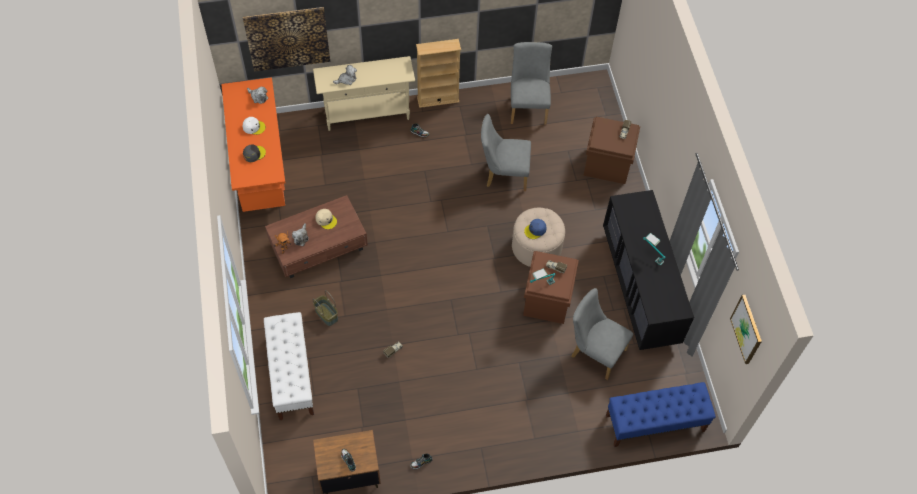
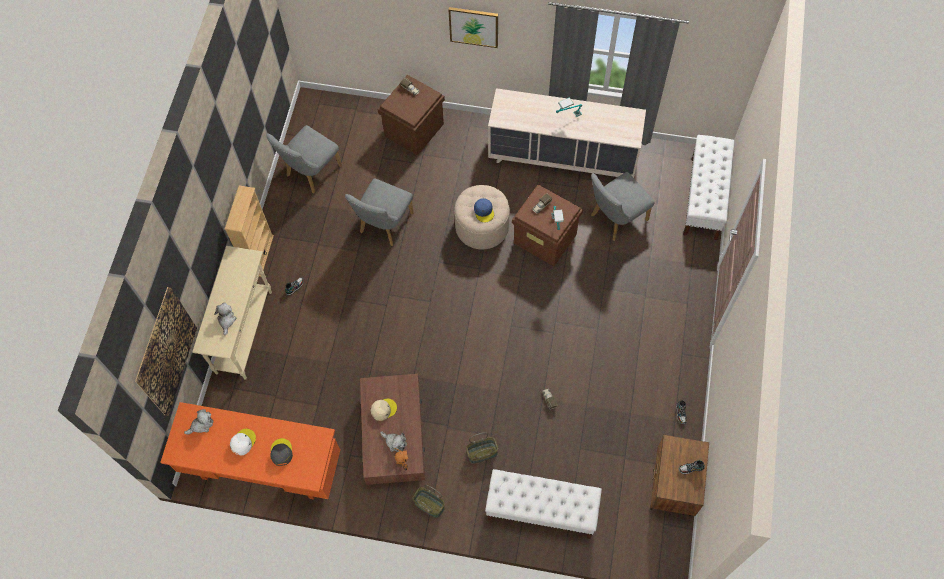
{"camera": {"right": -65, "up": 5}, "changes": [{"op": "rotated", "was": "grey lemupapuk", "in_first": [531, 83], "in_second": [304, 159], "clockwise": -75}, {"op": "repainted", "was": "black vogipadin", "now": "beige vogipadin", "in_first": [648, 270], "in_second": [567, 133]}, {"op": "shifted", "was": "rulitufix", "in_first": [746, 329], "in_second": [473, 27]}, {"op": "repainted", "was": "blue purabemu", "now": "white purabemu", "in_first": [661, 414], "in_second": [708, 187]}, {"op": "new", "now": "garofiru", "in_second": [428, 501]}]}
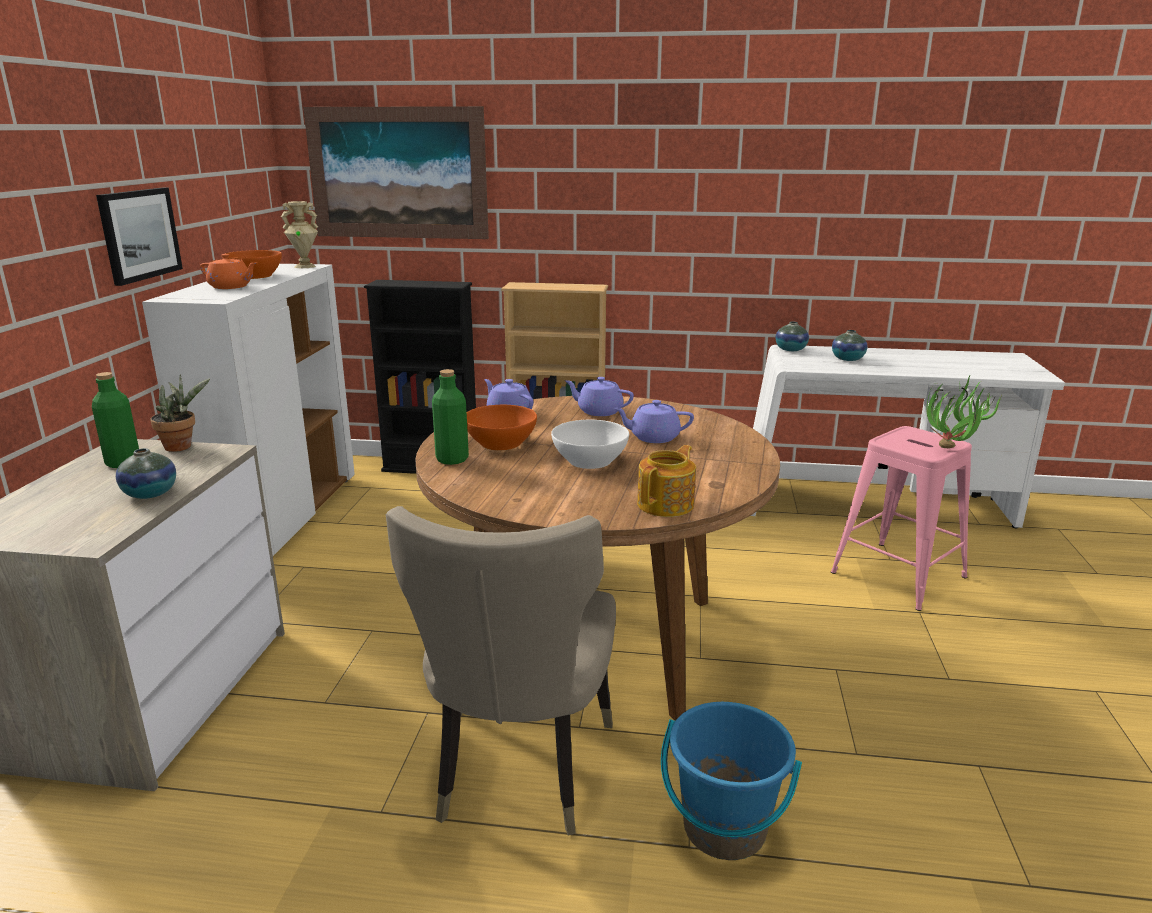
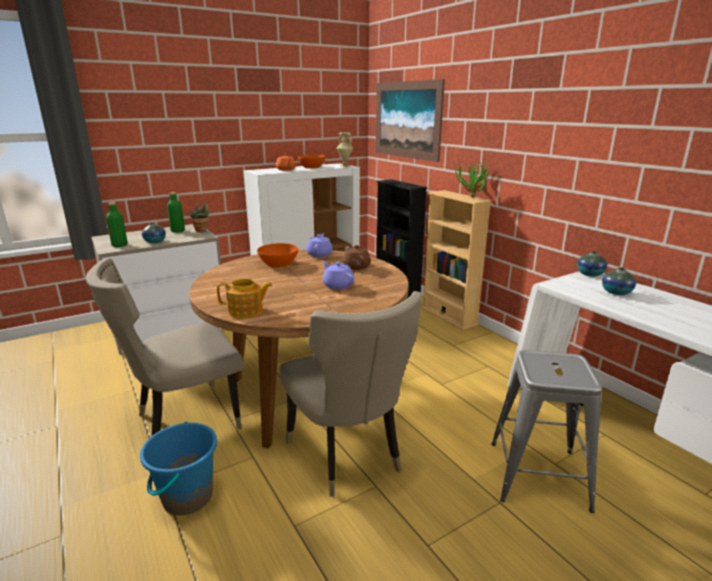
{"camera": {"right": 50, "up": 0}, "changes": [{"op": "gone", "was": "rulitufix", "in_first": [139, 237]}, {"op": "shifted", "was": "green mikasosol", "in_first": [450, 417], "in_second": [117, 225]}, {"op": "shifted", "was": "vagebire", "in_first": [964, 411], "in_second": [472, 179]}, {"op": "repainted", "was": "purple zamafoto", "now": "brown zamafoto", "in_first": [599, 396], "in_second": [356, 257]}, {"op": "gone", "was": "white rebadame", "in_first": [590, 444]}, {"op": "repainted", "was": "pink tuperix", "now": "grey tuperix", "in_first": [901, 518], "in_second": [546, 431]}, {"op": "new", "now": "beige lemupapuk", "in_second": [350, 394]}]}
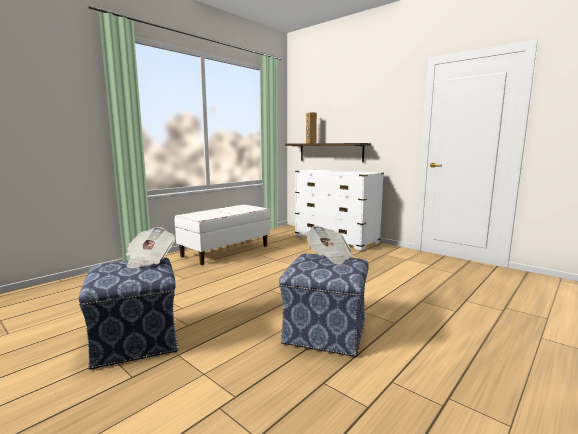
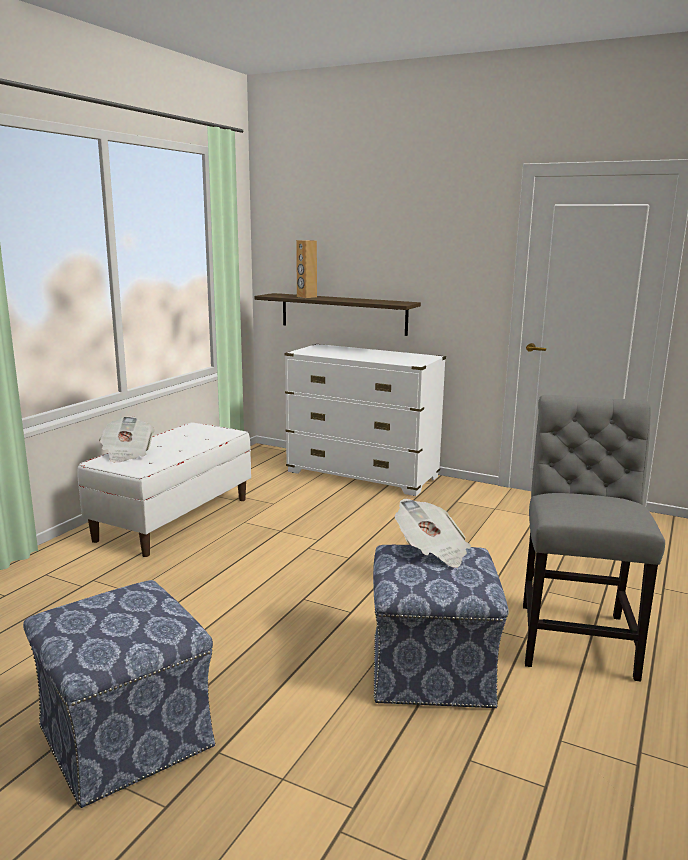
{"camera": {"right": -15, "up": 5}, "changes": [{"op": "shifted", "was": "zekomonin", "in_first": [150, 247], "in_second": [126, 439]}, {"op": "new", "now": "grey lemupapuk", "in_second": [594, 538]}]}
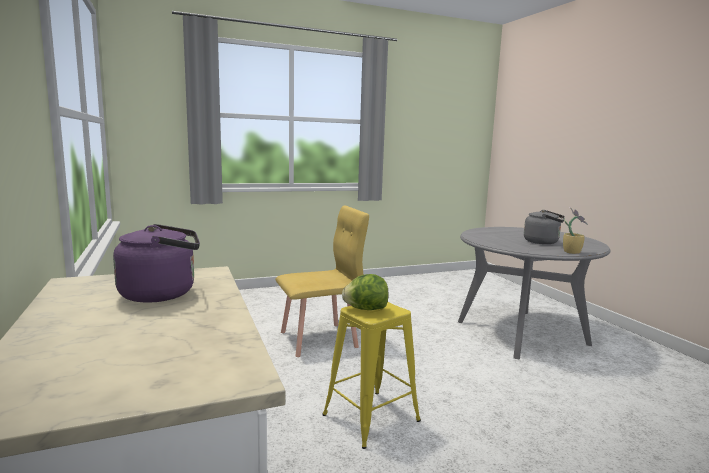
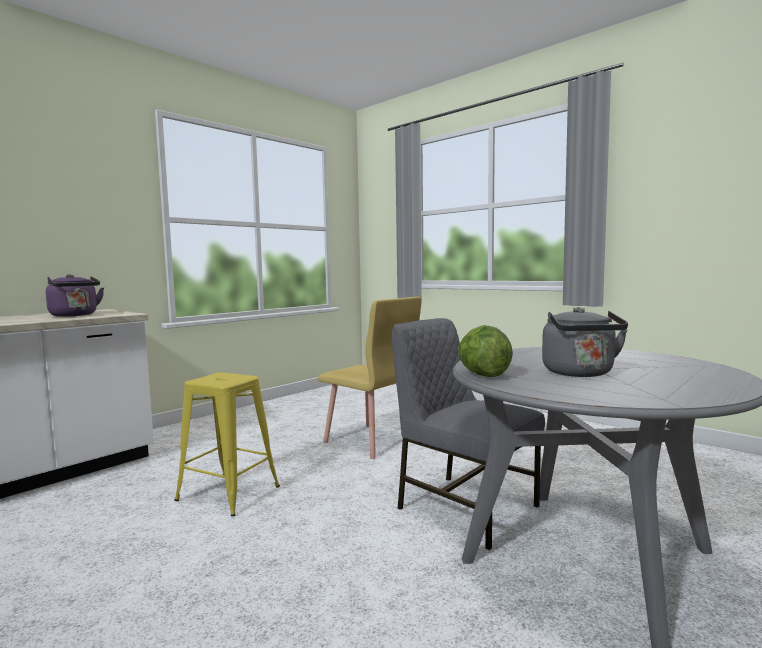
{"camera": {"right": 65, "up": -5}, "changes": [{"op": "gone", "was": "vagebire", "in_first": [575, 230]}, {"op": "shifted", "was": "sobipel", "in_first": [365, 292], "in_second": [485, 351]}, {"op": "new", "now": "grey lemupapuk", "in_second": [468, 434]}]}
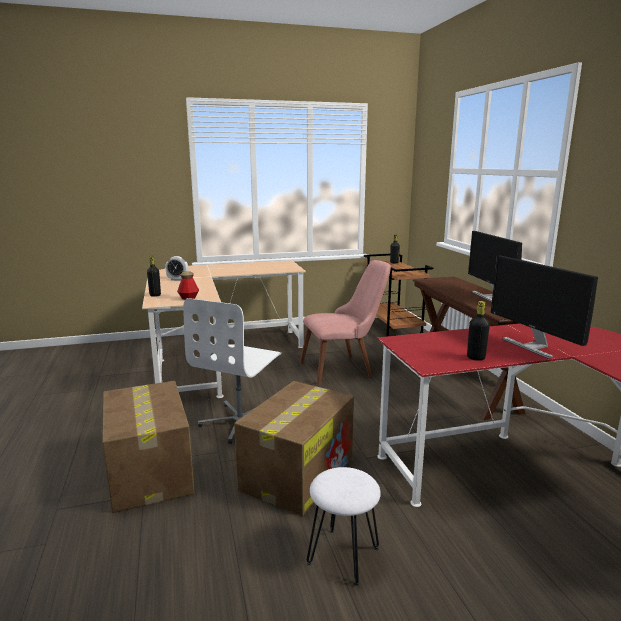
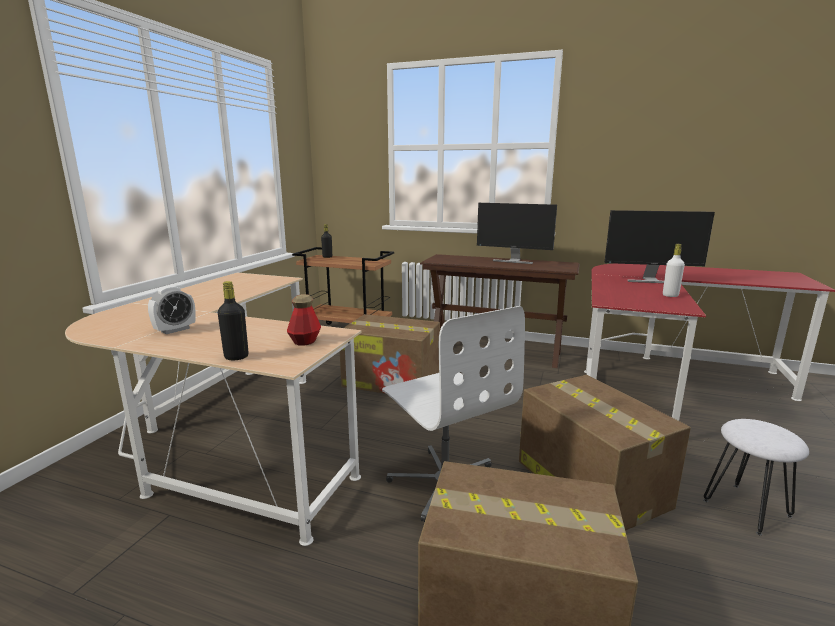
{"camera": {"right": -55, "up": 0}, "changes": [{"op": "swapped", "was": "pink lemupapuk", "now": "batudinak", "in_first": [345, 323], "in_second": [390, 354]}, {"op": "repainted", "was": "black mikasosol", "now": "white mikasosol", "in_first": [478, 331], "in_second": [674, 270]}]}
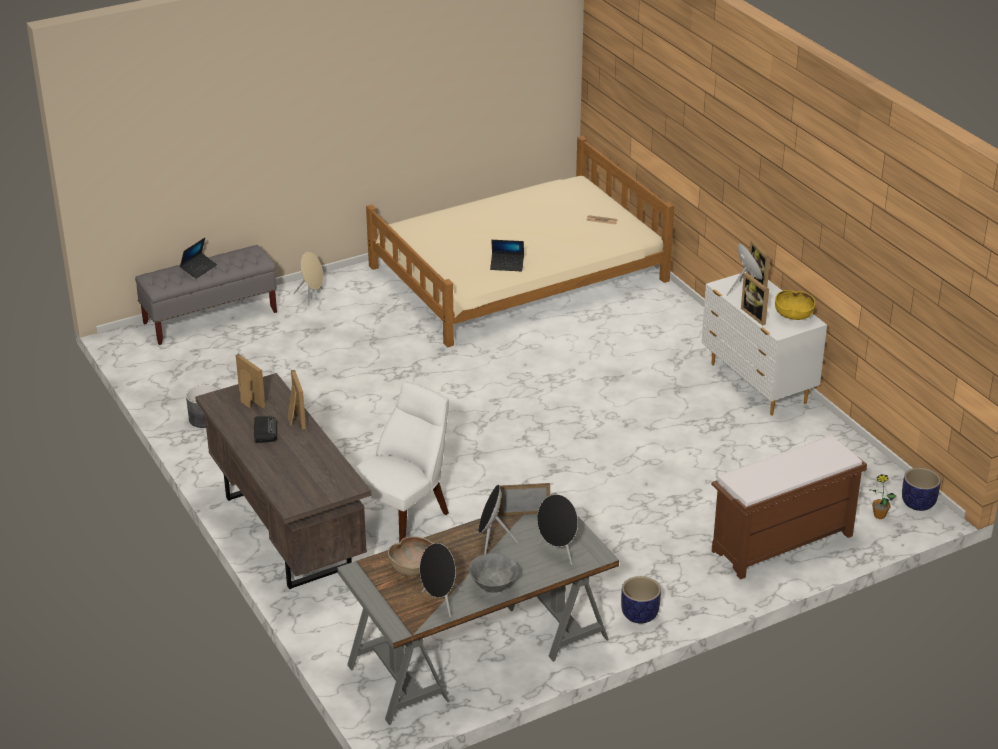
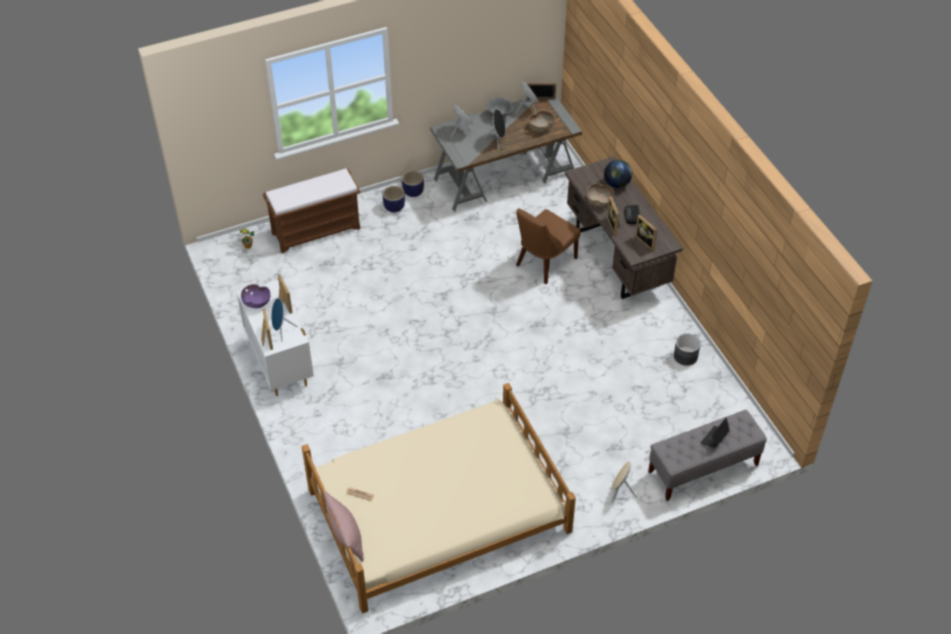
{"camera": {"right": -175, "up": 15}, "changes": [{"op": "gone", "was": "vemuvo", "in_first": [507, 255]}, {"op": "repainted", "was": "yellow rebadame", "now": "purple rebadame", "in_first": [795, 305], "in_second": [255, 296]}, {"op": "repainted", "was": "white lemupapuk", "now": "brown lemupapuk", "in_first": [401, 462], "in_second": [548, 246]}, {"op": "shifted", "was": "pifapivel", "in_first": [921, 489], "in_second": [394, 199]}, {"op": "shifted", "was": "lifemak", "in_first": [524, 499], "in_second": [541, 91]}, {"op": "new", "now": "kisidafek", "in_second": [618, 174]}, {"op": "new", "now": "brown rebadame", "in_second": [600, 195]}, {"op": "new", "now": "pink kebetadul", "in_second": [344, 526]}]}
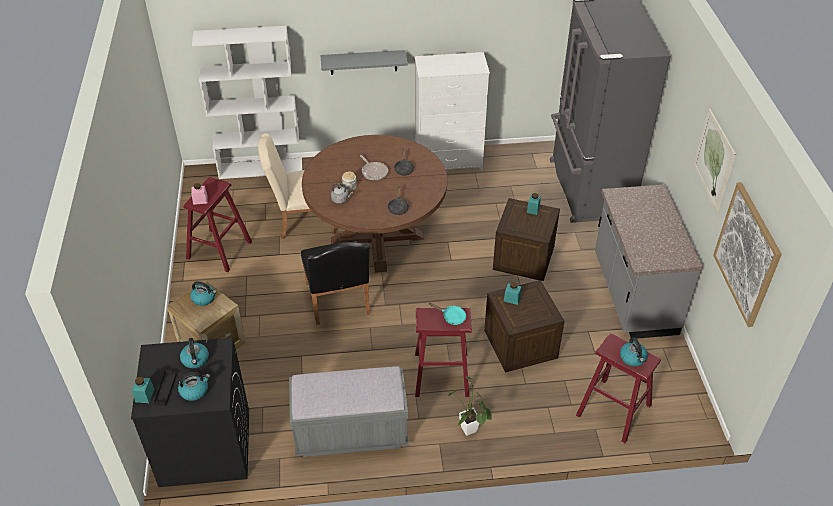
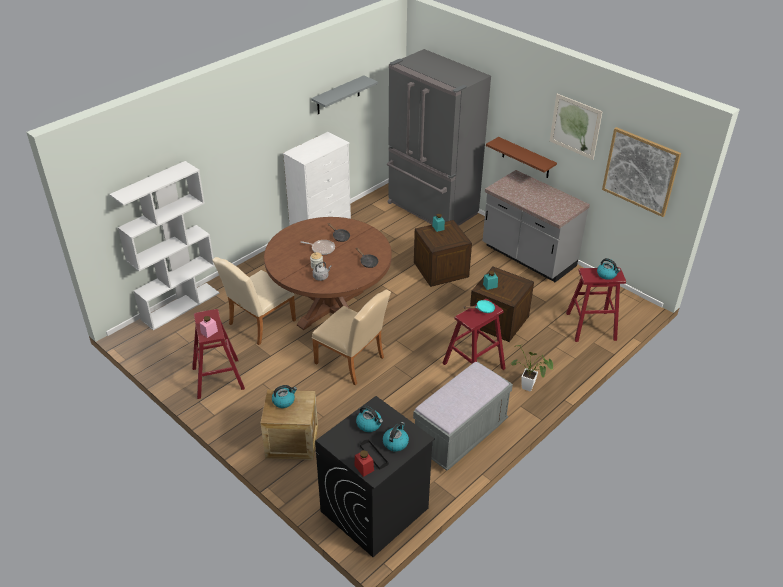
{"camera": {"right": -40, "up": -5}, "changes": [{"op": "shifted", "was": "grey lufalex", "in_first": [364, 62], "in_second": [344, 95]}, {"op": "repainted", "was": "black lemupapuk", "now": "beige lemupapuk", "in_first": [335, 282], "in_second": [351, 337]}, {"op": "repainted", "was": "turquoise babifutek", "now": "red babifutek", "in_first": [143, 390], "in_second": [364, 463]}, {"op": "new", "now": "brown lufalex", "in_second": [521, 157]}]}
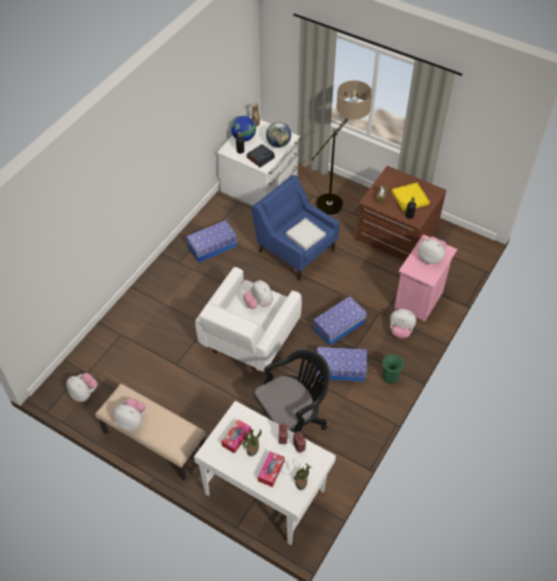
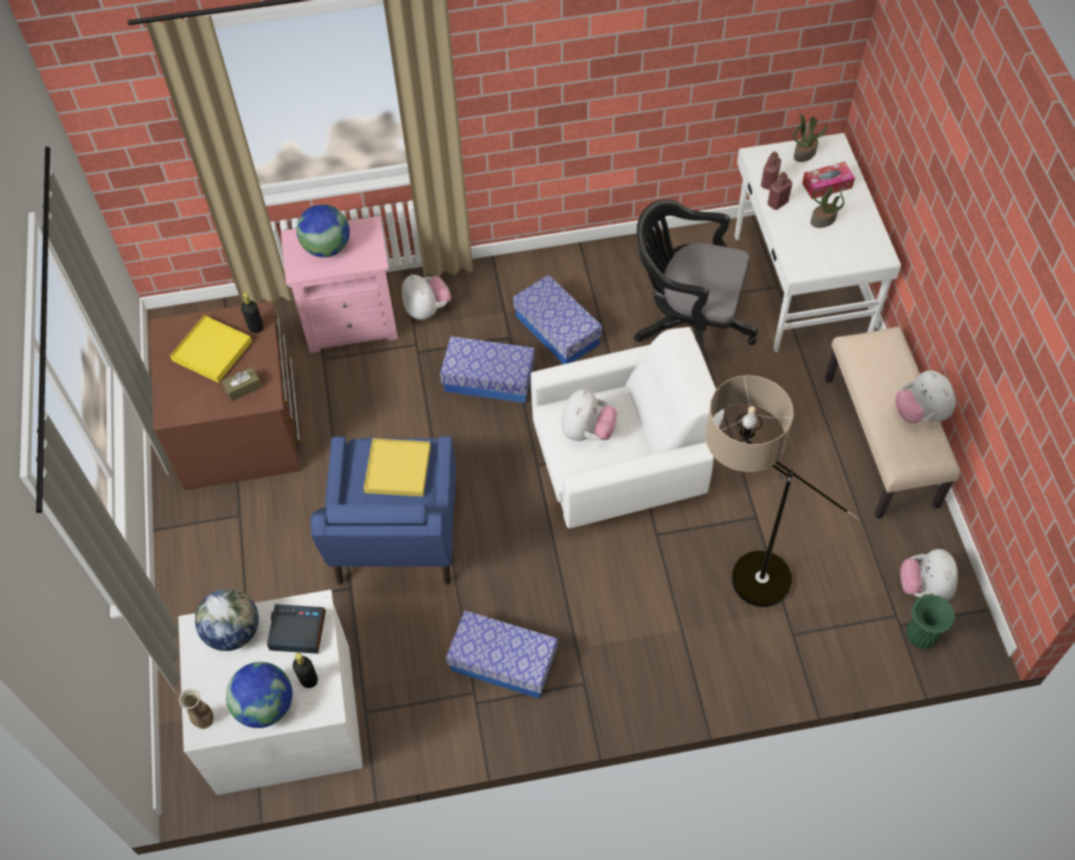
{"camera": {"right": -130, "up": 5}, "changes": [{"op": "shifted", "was": "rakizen", "in_first": [339, 147], "in_second": [782, 491]}, {"op": "repainted", "was": "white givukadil", "now": "yellow givukadil", "in_first": [306, 234], "in_second": [397, 467]}, {"op": "swapped", "was": "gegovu", "now": "kisidafek", "in_first": [432, 250], "in_second": [323, 230]}, {"op": "shifted", "was": "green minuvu", "in_first": [393, 369], "in_second": [931, 621]}, {"op": "gone", "was": "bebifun", "in_first": [236, 436]}]}
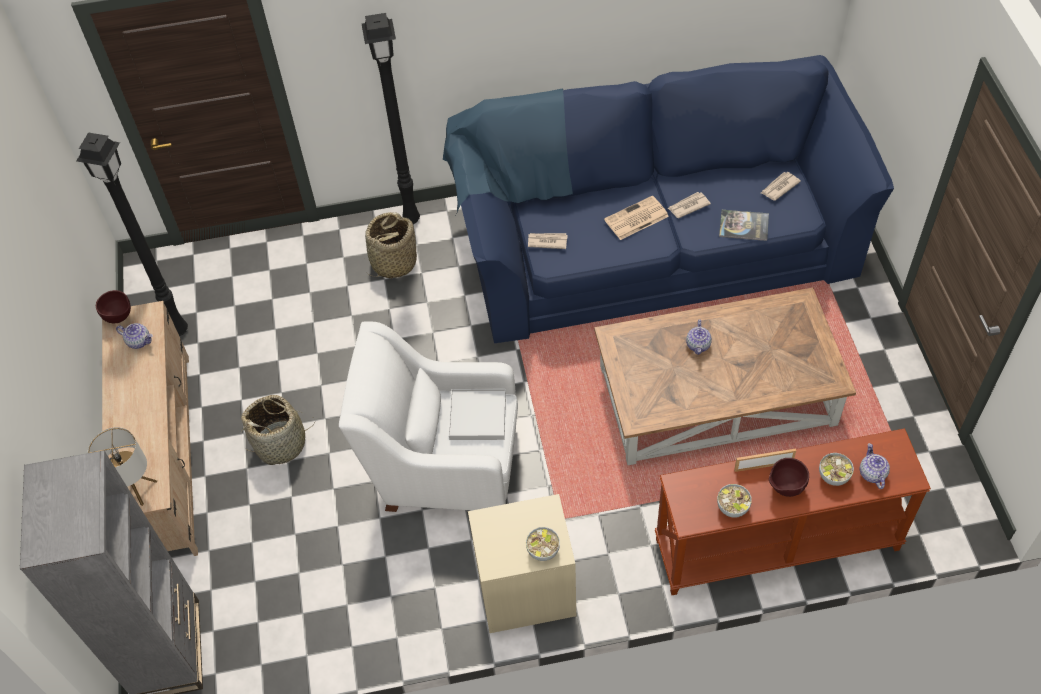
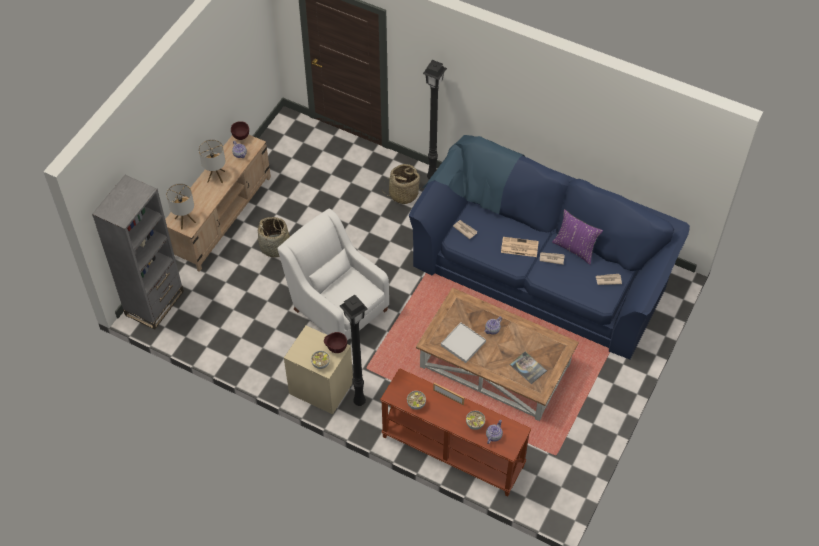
{"camera": {"right": 35, "up": 0}, "changes": [{"op": "shifted", "was": "black rakizen", "in_first": [132, 234], "in_second": [354, 350]}, {"op": "shifted", "was": "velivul", "in_first": [744, 225], "in_second": [528, 368]}, {"op": "shifted", "was": "white givukadil", "in_first": [477, 414], "in_second": [463, 342]}, {"op": "shifted", "was": "brown rebadame", "in_first": [789, 477], "in_second": [335, 342]}, {"op": "new", "now": "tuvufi", "in_second": [212, 161]}, {"op": "new", "now": "purple kebetadul", "in_second": [577, 237]}]}
